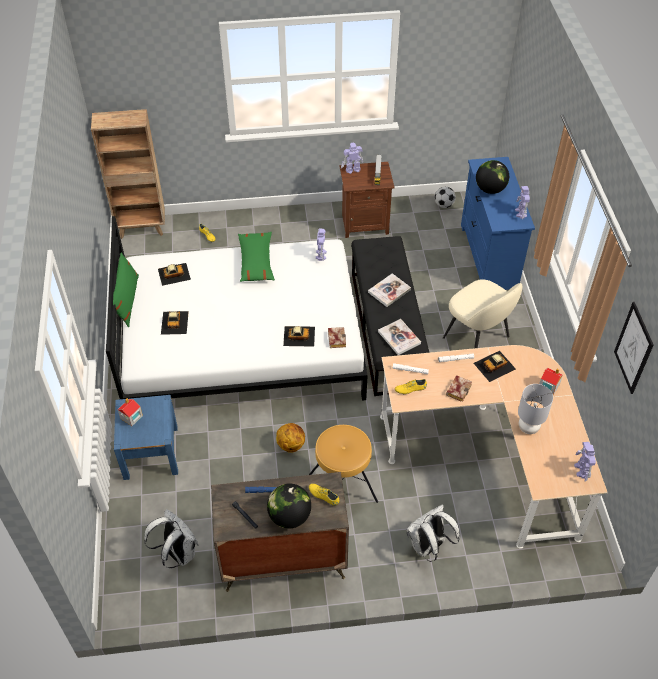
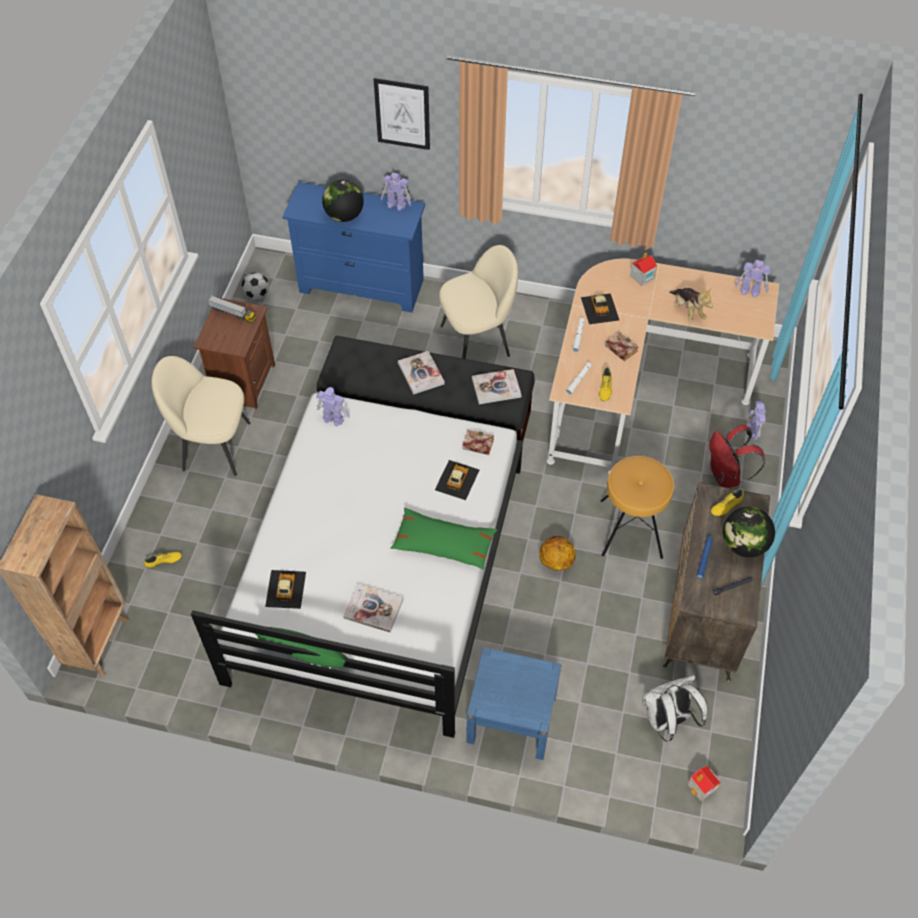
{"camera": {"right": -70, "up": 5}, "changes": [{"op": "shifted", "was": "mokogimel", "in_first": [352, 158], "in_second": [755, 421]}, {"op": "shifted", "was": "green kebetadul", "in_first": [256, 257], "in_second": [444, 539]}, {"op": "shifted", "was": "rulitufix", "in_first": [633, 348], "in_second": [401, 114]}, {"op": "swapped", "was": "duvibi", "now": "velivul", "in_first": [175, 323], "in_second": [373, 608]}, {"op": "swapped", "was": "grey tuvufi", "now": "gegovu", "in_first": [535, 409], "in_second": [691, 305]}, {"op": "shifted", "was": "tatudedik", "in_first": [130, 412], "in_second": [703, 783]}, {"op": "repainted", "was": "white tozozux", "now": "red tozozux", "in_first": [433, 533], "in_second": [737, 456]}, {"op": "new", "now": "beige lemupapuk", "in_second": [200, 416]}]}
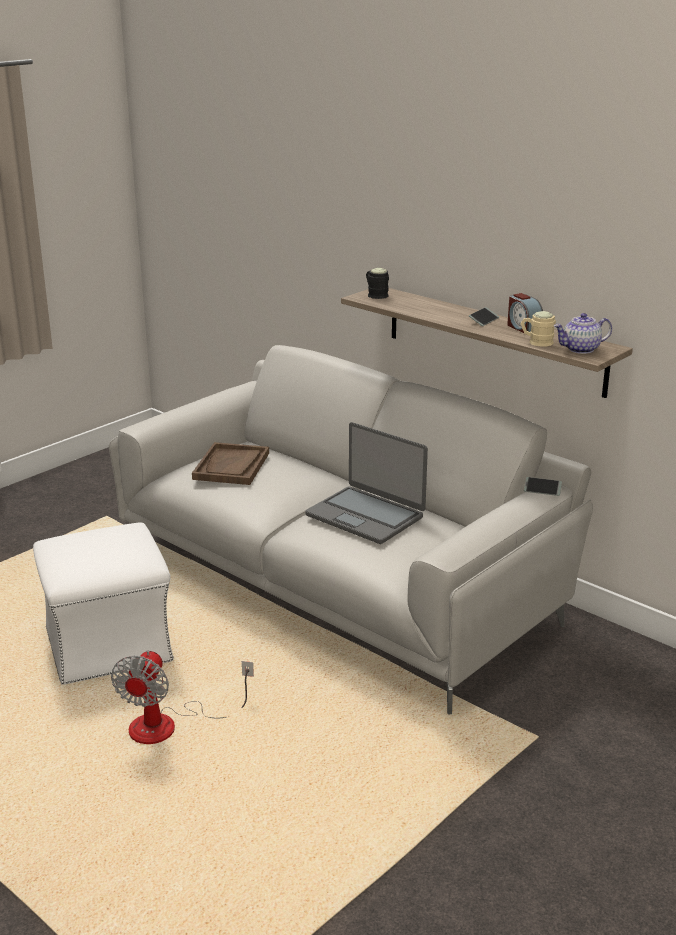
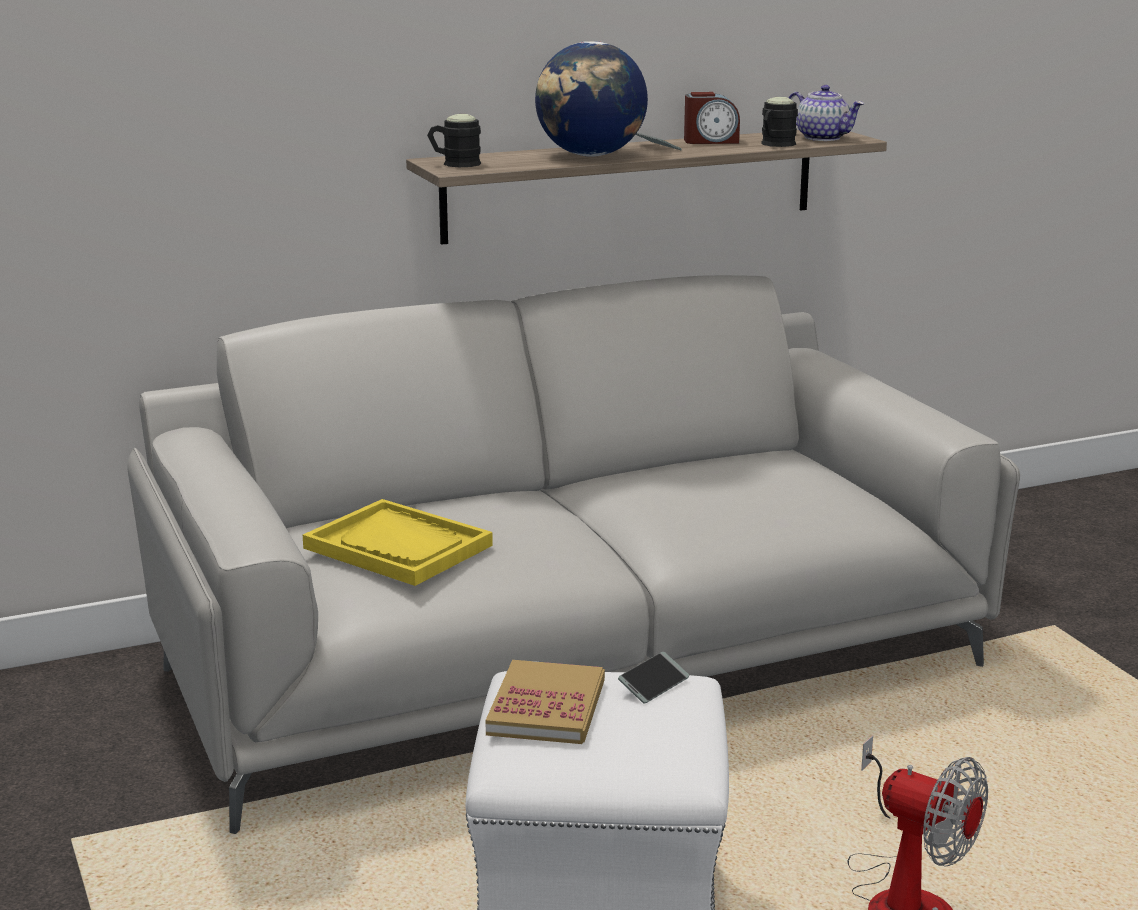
{"camera": {"right": -65, "up": -5}, "changes": [{"op": "repainted", "was": "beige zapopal", "now": "black zapopal", "in_first": [538, 329], "in_second": [779, 122]}, {"op": "rotated", "was": "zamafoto", "in_first": [583, 333], "in_second": [826, 113], "clockwise": -60}, {"op": "gone", "was": "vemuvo", "in_first": [366, 483]}, {"op": "repainted", "was": "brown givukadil", "now": "yellow givukadil", "in_first": [230, 463], "in_second": [398, 542]}, {"op": "shifted", "was": "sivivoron", "in_first": [543, 486], "in_second": [653, 677]}, {"op": "new", "now": "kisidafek", "in_second": [591, 99]}, {"op": "new", "now": "velivul", "in_second": [545, 702]}]}
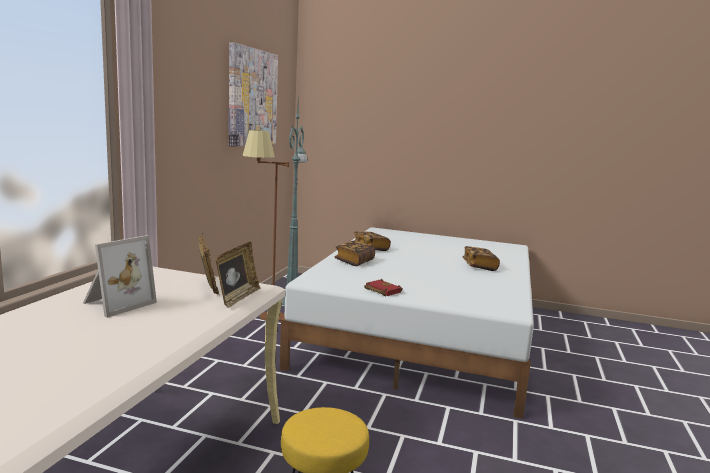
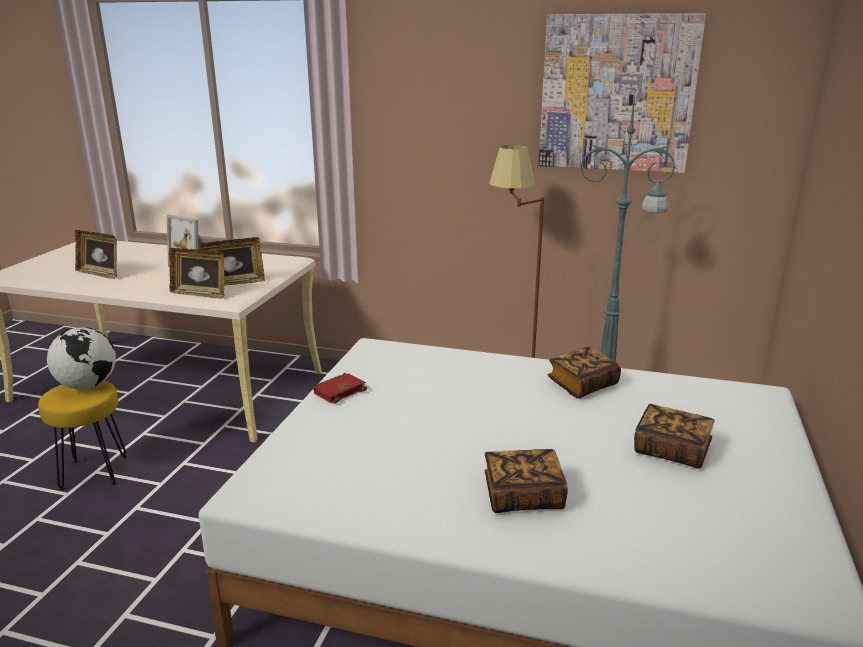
{"camera": {"right": 90, "up": 10}, "changes": [{"op": "shifted", "was": "velivul", "in_first": [354, 253], "in_second": [674, 436]}, {"op": "new", "now": "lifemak", "in_second": [96, 254]}, {"op": "new", "now": "kisidafek", "in_second": [81, 358]}]}
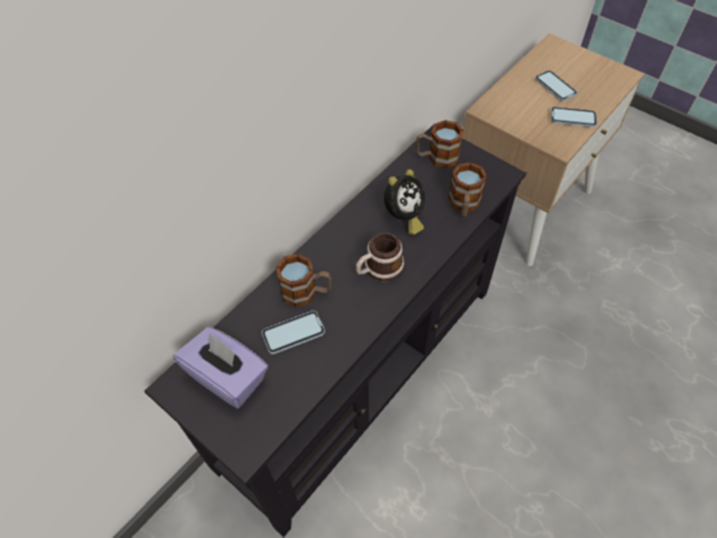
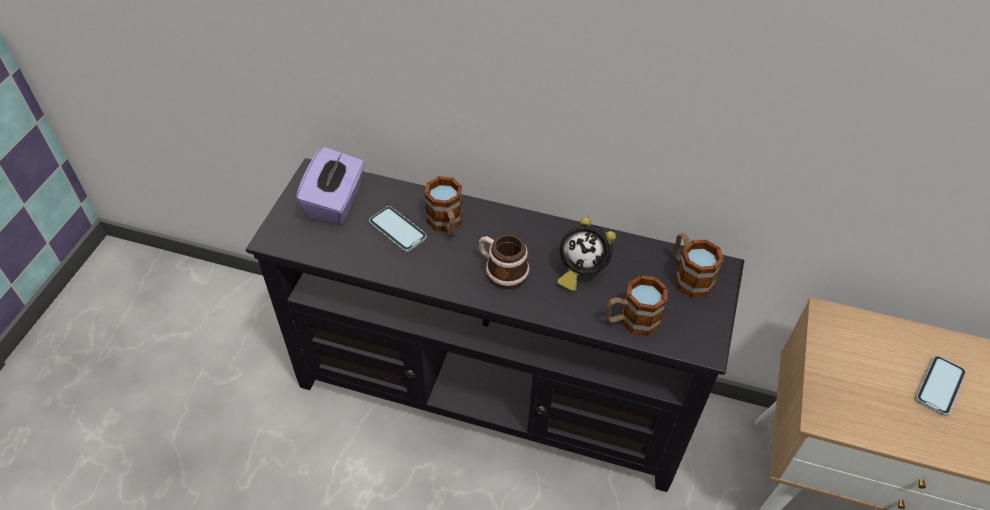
{"camera": {"right": 65, "up": -5}, "changes": [{"op": "gone", "was": "sivivoron", "in_first": [574, 117]}]}
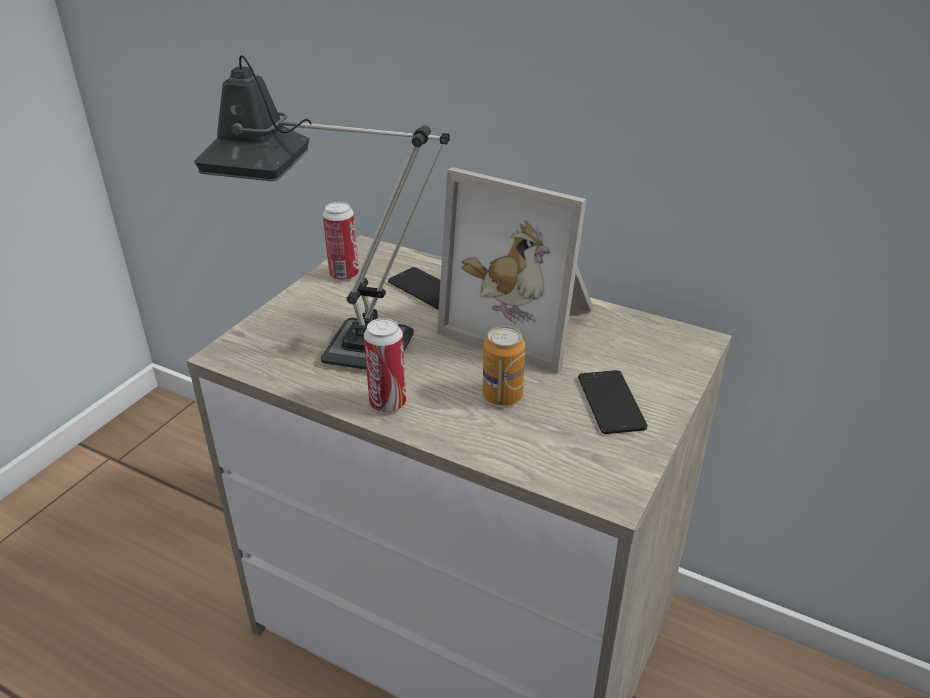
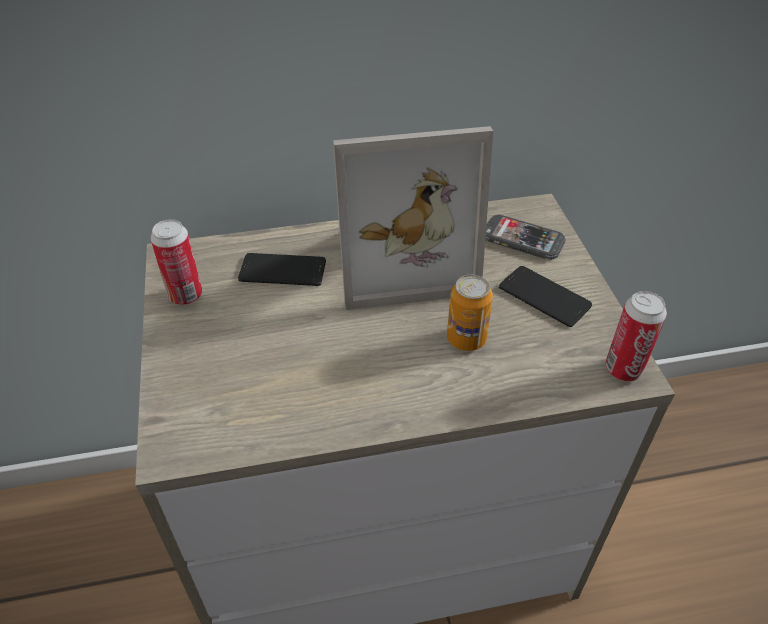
{"camera": {"right": -40, "up": 10}, "changes": [{"op": "gone", "was": "tuvufi", "in_first": [322, 212]}, {"op": "shifted", "was": "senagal", "in_first": [385, 365], "in_second": [636, 336]}, {"op": "new", "now": "sivivoron", "in_second": [525, 237]}]}
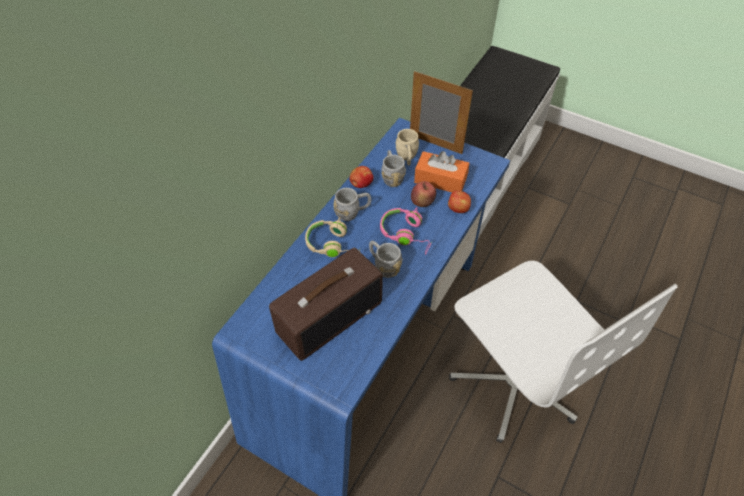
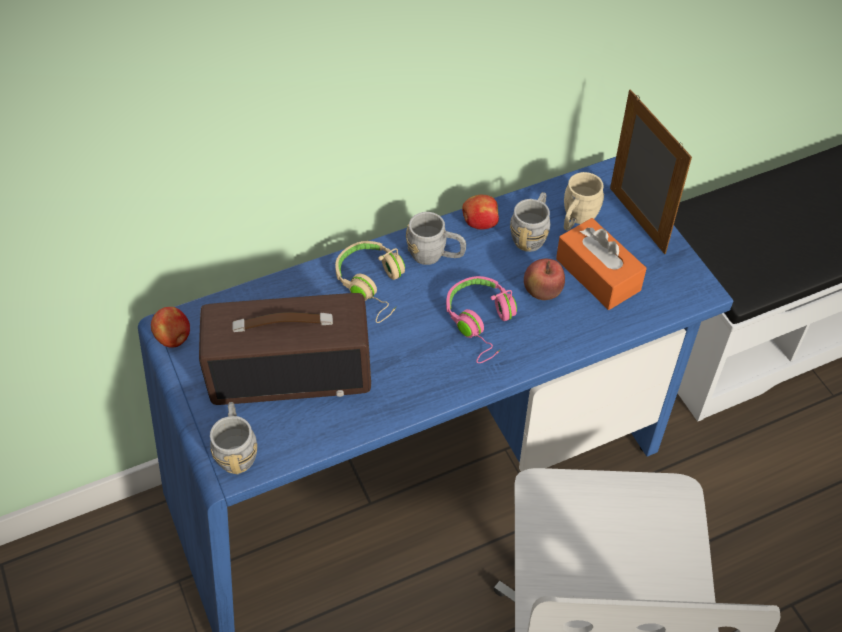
{"camera": {"right": 35, "up": 0}, "changes": [{"op": "shifted", "was": "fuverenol", "in_first": [459, 201], "in_second": [170, 327]}, {"op": "shifted", "was": "grey zapopal", "in_first": [385, 259], "in_second": [233, 438]}]}
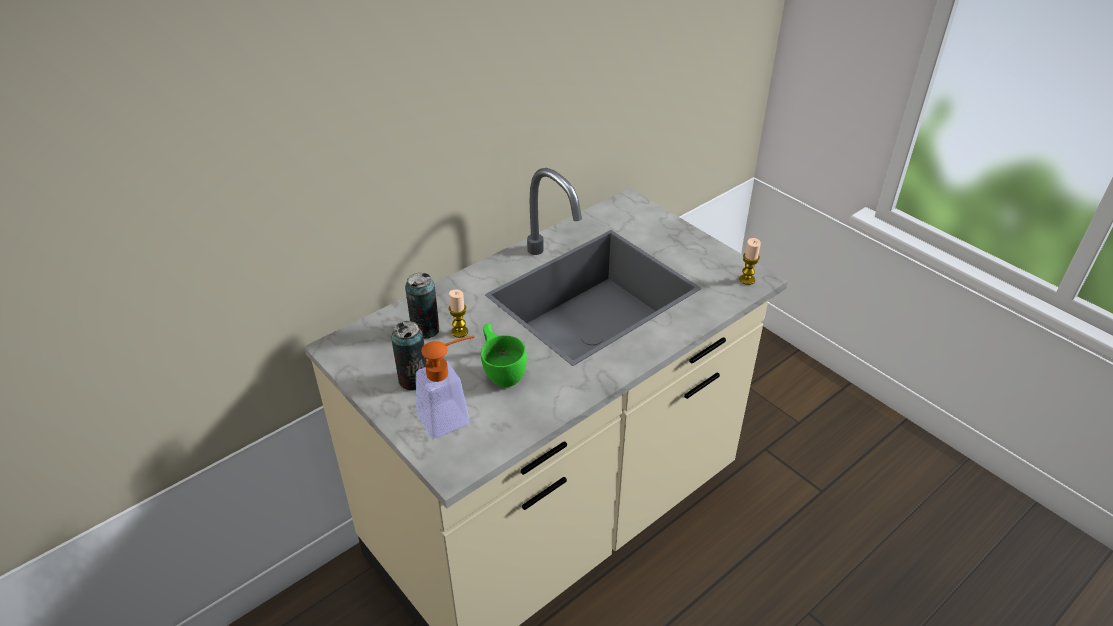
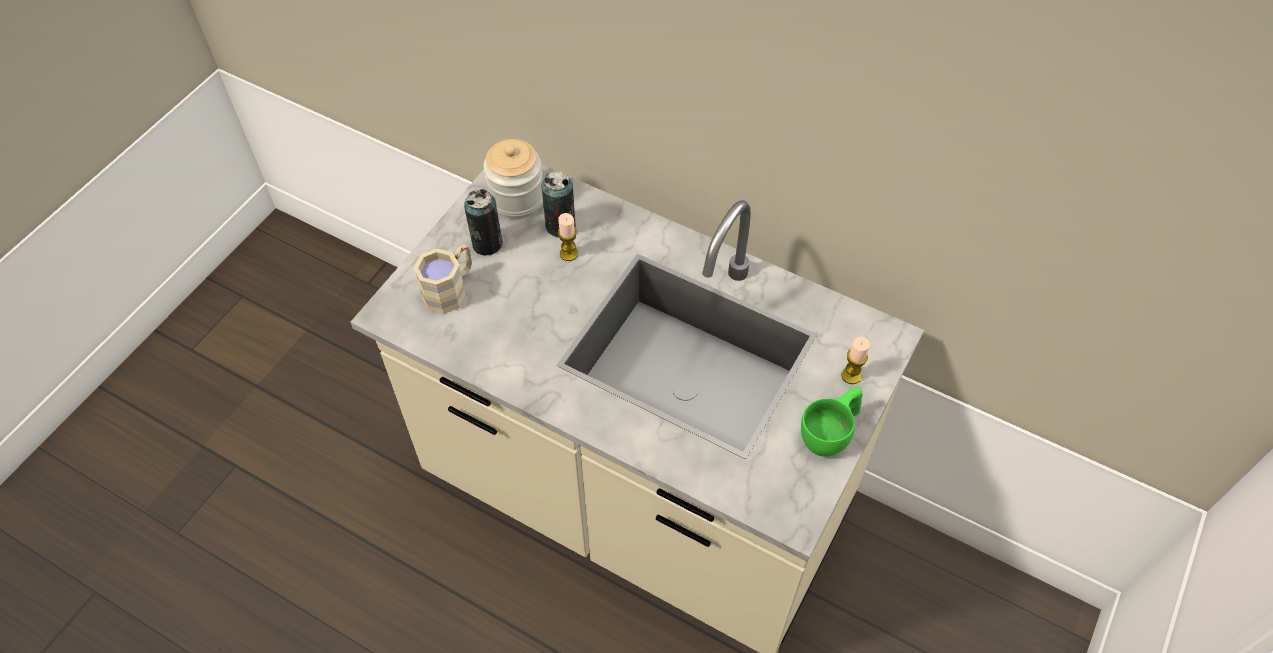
{"camera": {"right": 70, "up": 15}, "changes": [{"op": "shifted", "was": "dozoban", "in_first": [750, 261], "in_second": [856, 360]}, {"op": "shifted", "was": "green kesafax", "in_first": [504, 355], "in_second": [832, 422]}, {"op": "swapped", "was": "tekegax", "now": "beige zapopal", "in_first": [445, 387], "in_second": [443, 279]}, {"op": "new", "now": "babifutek", "in_second": [513, 179]}]}
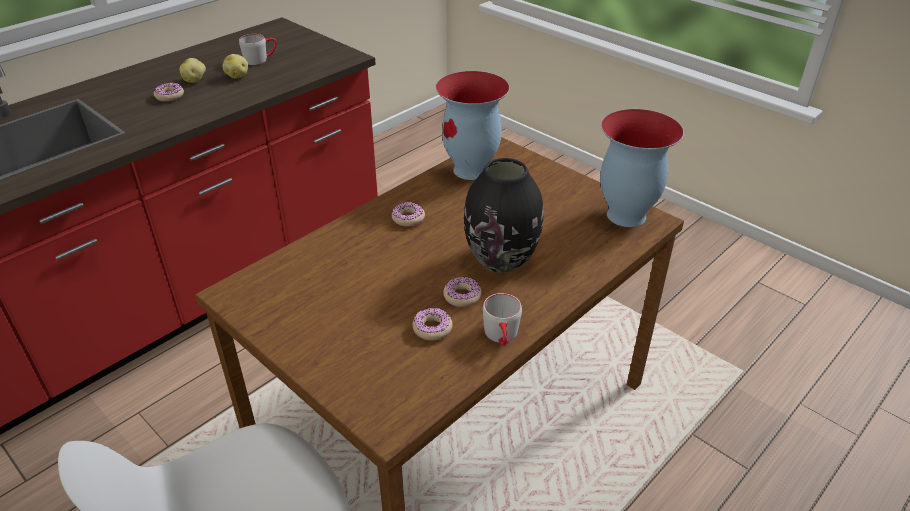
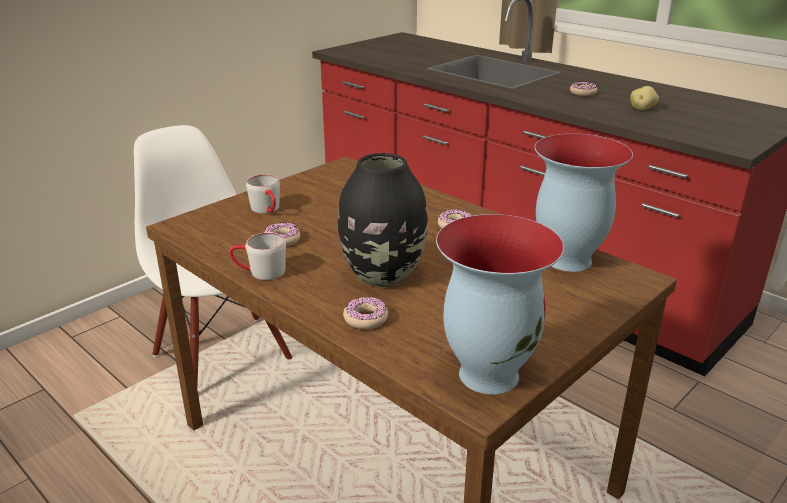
{"camera": {"right": 90, "up": -10}, "changes": [{"op": "shifted", "was": "grey zapopal", "in_first": [258, 49], "in_second": [263, 194]}, {"op": "gone", "was": "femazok", "in_first": [193, 70]}, {"op": "shifted", "was": "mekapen", "in_first": [462, 292], "in_second": [365, 313]}]}
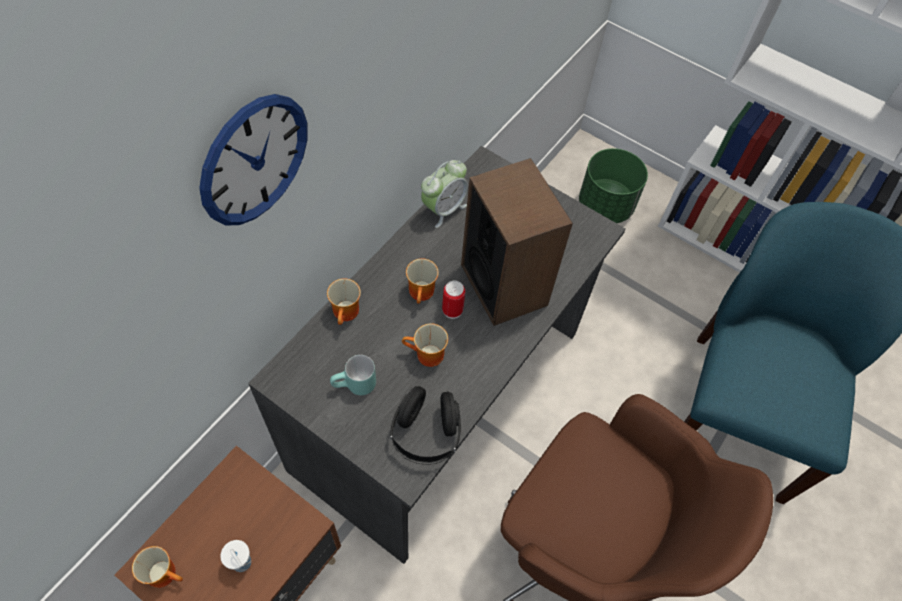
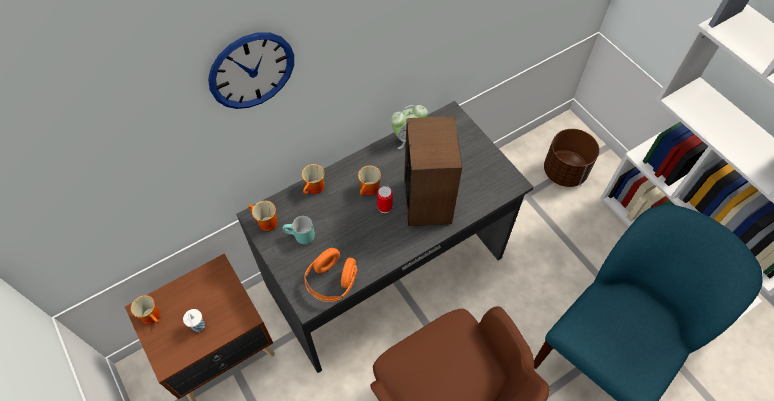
{"camera": {"right": 25, "up": 0}, "changes": [{"op": "repainted", "was": "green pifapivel", "now": "brown pifapivel", "in_first": [613, 185], "in_second": [571, 158]}, {"op": "shifted", "was": "zapopal", "in_first": [425, 345], "in_second": [262, 216]}, {"op": "repainted", "was": "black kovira", "now": "orange kovira", "in_first": [425, 425], "in_second": [331, 275]}]}
